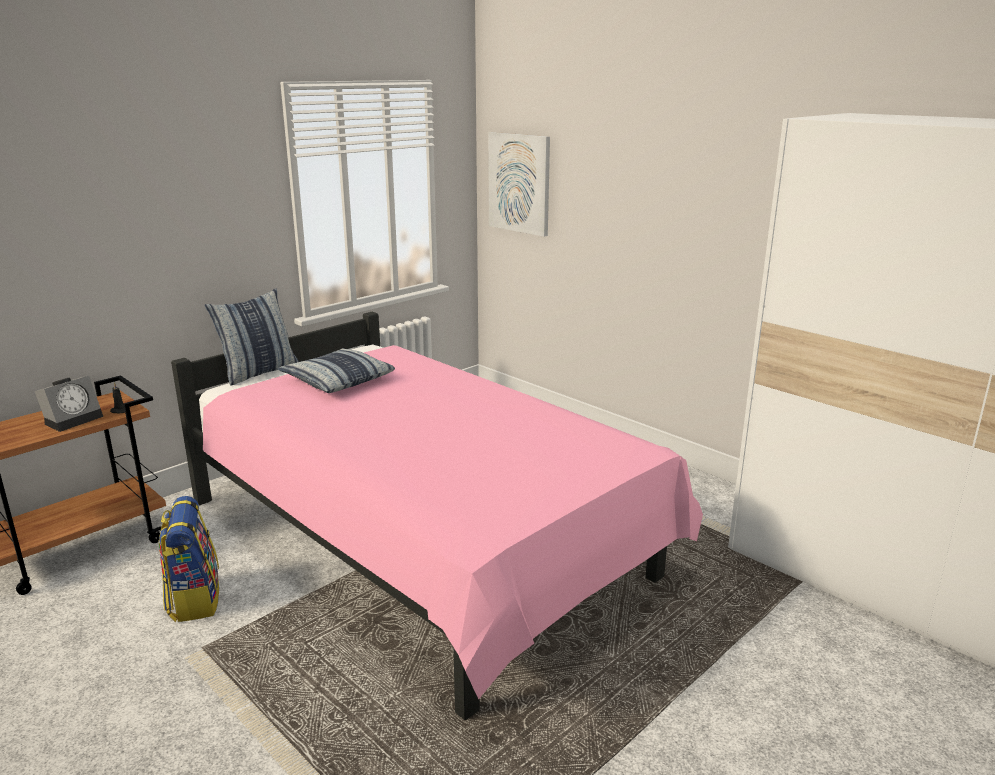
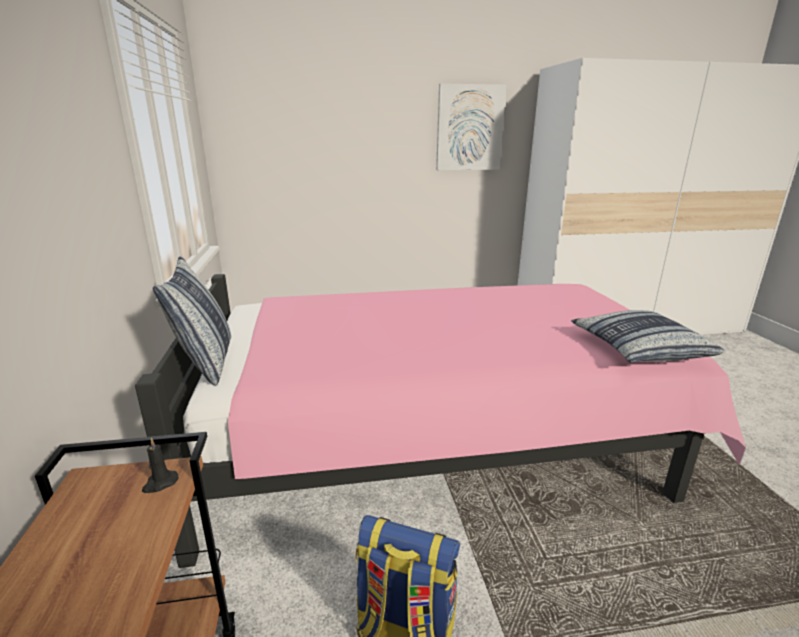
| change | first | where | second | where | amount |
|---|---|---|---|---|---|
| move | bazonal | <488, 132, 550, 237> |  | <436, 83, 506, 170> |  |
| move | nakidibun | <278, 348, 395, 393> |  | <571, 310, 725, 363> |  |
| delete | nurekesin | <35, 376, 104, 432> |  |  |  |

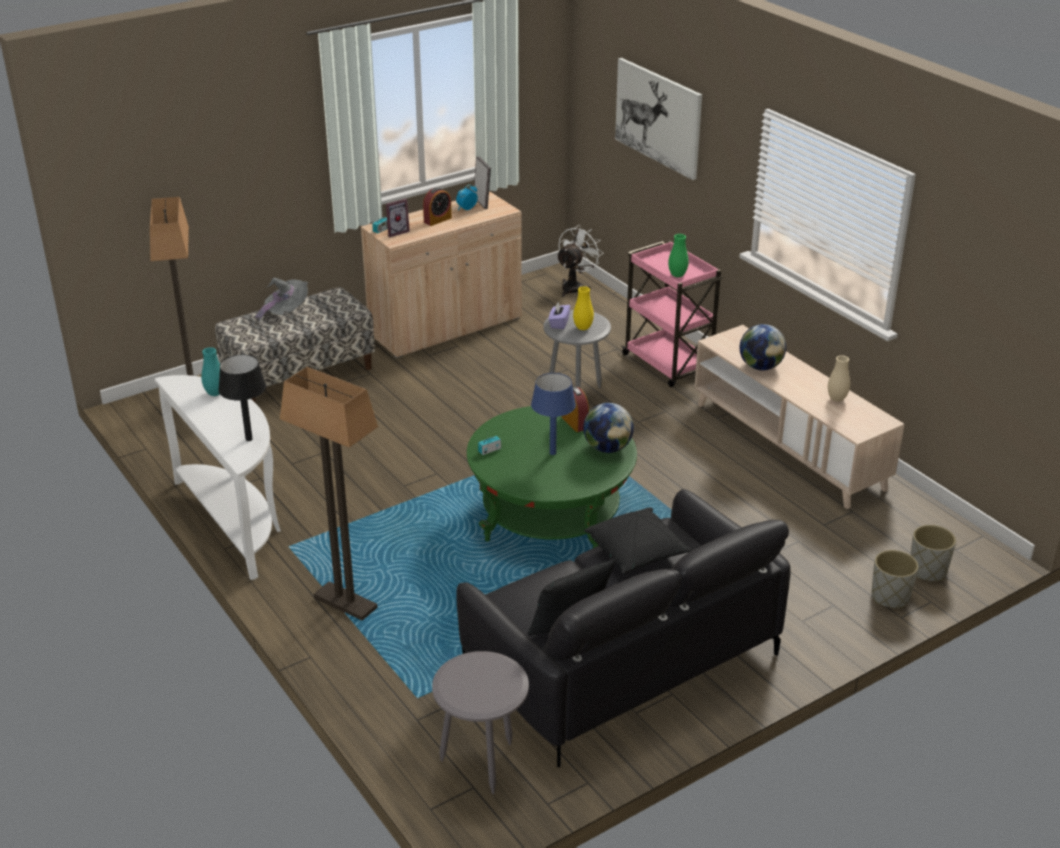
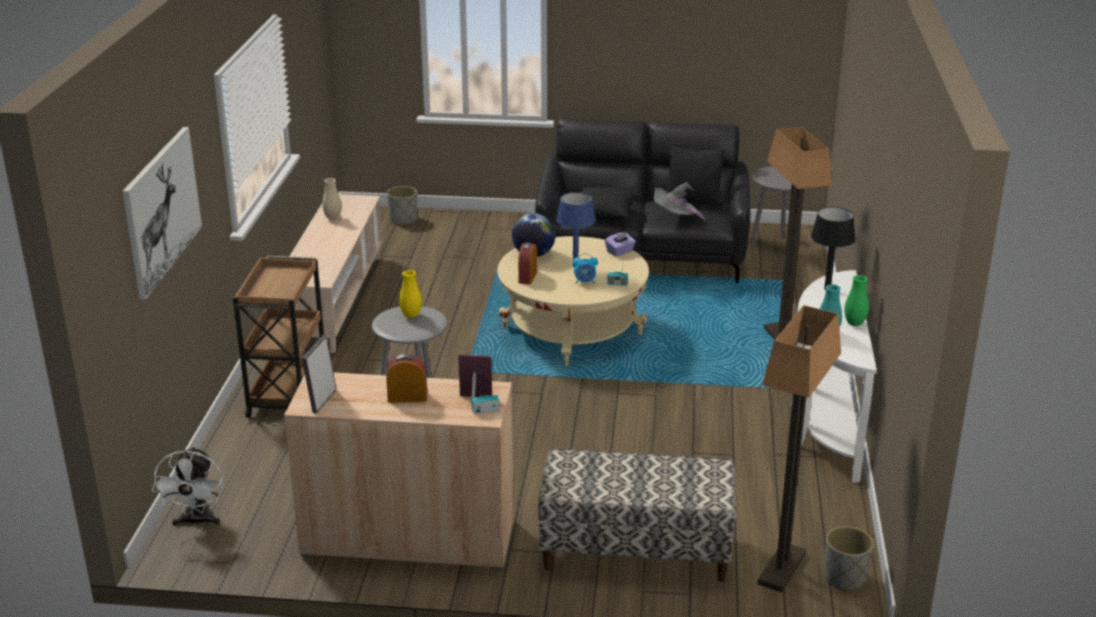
| change | first | where | second | where | amount |
|---|---|---|---|---|---|
| rotate | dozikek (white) | <557, 225, 603, 297> |  | <152, 446, 224, 527> | 75 degrees counterclockwise |
| recolor | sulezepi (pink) | <621, 241, 723, 387> | sulezepi (brown) | <233, 256, 324, 418> |  |
| recolor | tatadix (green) | <467, 406, 637, 548> | tatadix (beige) | <497, 236, 649, 366> |  |
| move | nurekesin | <456, 185, 478, 210> |  | <573, 253, 598, 284> |  |
| move | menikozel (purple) | <548, 302, 570, 329> |  | <605, 232, 636, 256> |  |
| move | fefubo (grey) | <256, 278, 308, 322> |  | <654, 182, 705, 222> |  |
| move | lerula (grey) | <872, 550, 919, 608> |  | <824, 526, 874, 591> |  |
| move | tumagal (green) | <668, 234, 689, 277> |  | <844, 275, 869, 326> |  |
| delete | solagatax | <740, 324, 786, 370> |  |  |  |

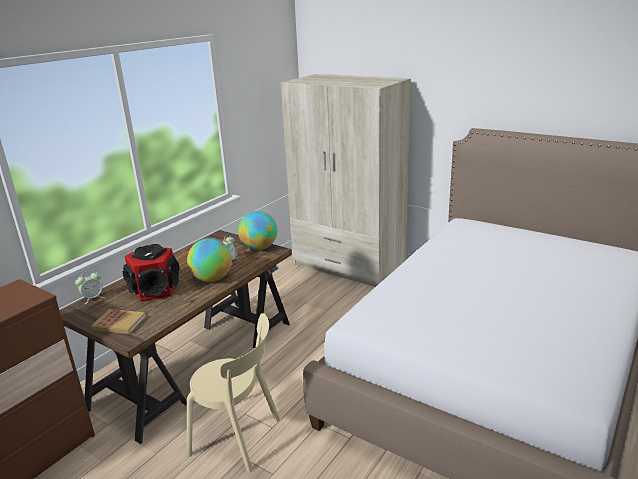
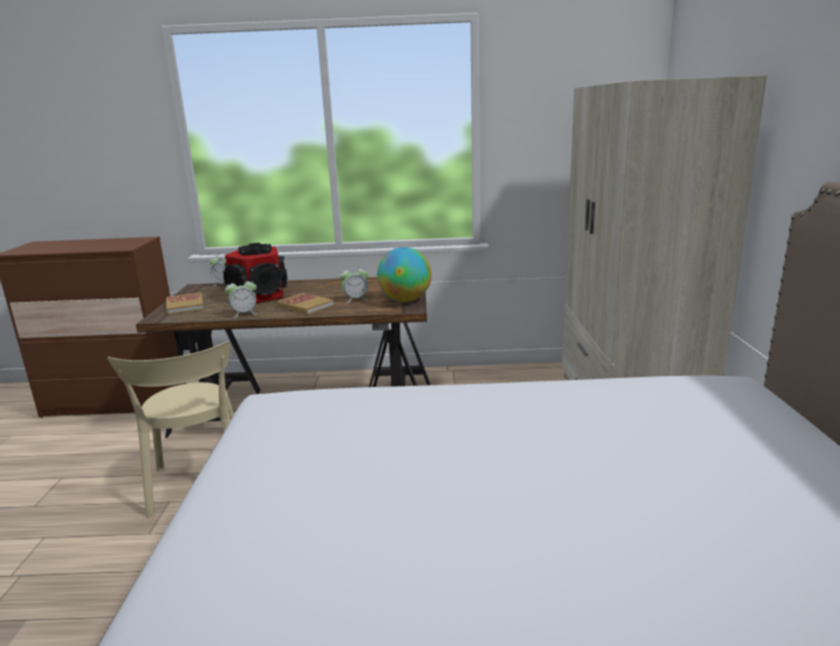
| change | first | where | second | where | amount |
|---|---|---|---|---|---|
| insert |  |  | nurekesin | <225, 277, 257, 318> |  |
| replace | solagatax | <187, 238, 232, 282> | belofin | <277, 293, 334, 315> |  |

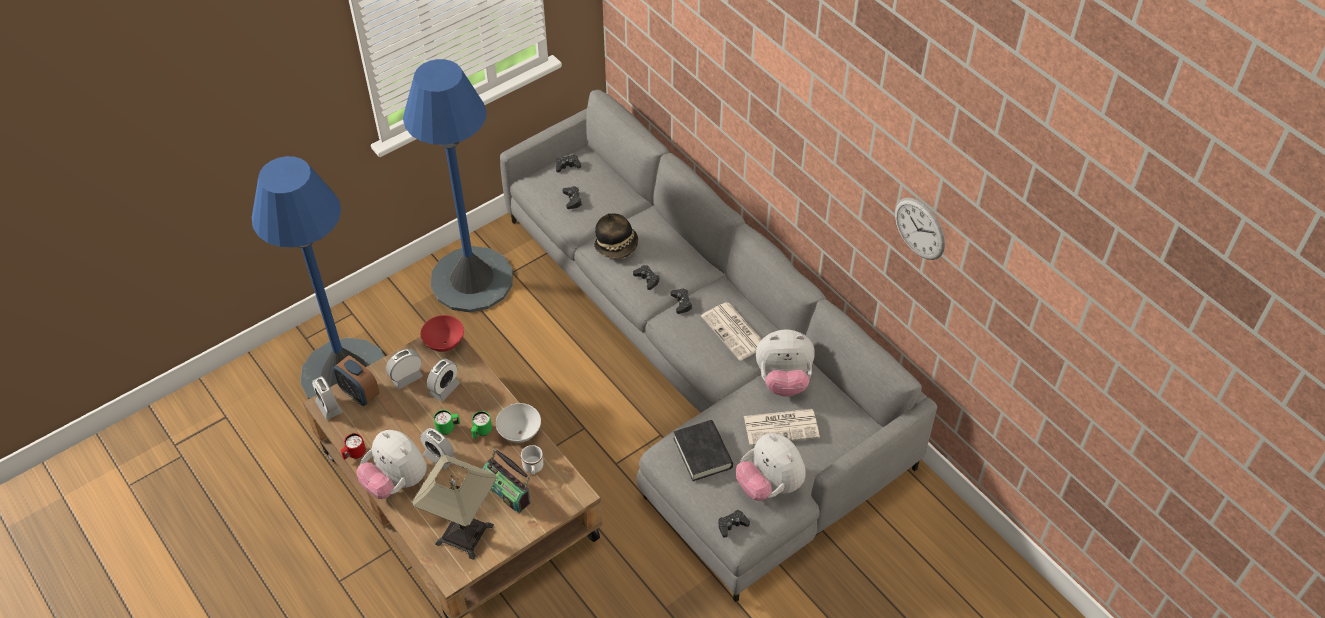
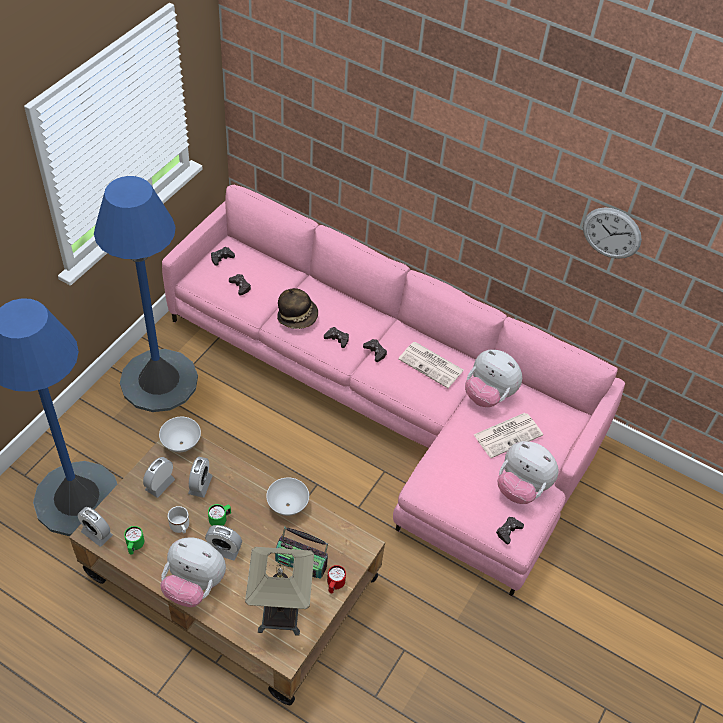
| change | first | where | second | where | amount |
|---|---|---|---|---|---|
| move | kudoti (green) | <471, 411, 492, 439> |  | <124, 526, 144, 554> |  |
| recolor | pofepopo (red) | <421, 315, 464, 352> | pofepopo (white) | <159, 417, 201, 452> |  |
| recolor | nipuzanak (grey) | <500, 90, 937, 602> | nipuzanak (pink) | <162, 185, 625, 596> |  |
| move | kudoti (white) | <521, 445, 543, 475> |  | <168, 506, 189, 533> |  |
| move | kudoti (red) | <340, 433, 366, 460> |  | <327, 565, 346, 593> |  |
| rotate | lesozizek | <756, 329, 815, 397> |  | <465, 350, 522, 407> | 60 degrees clockwise |
| delete | nurekesin | <333, 355, 379, 406> |  |  |  |
| delete | belofin (black) | <674, 420, 733, 481> |  |  |  |

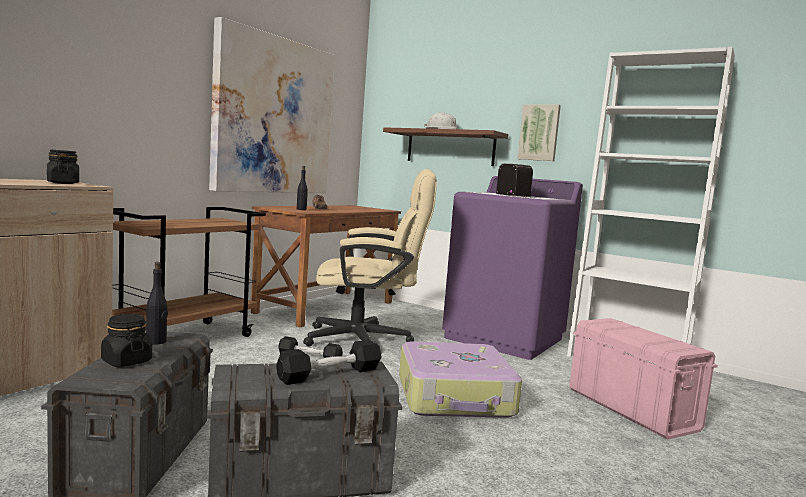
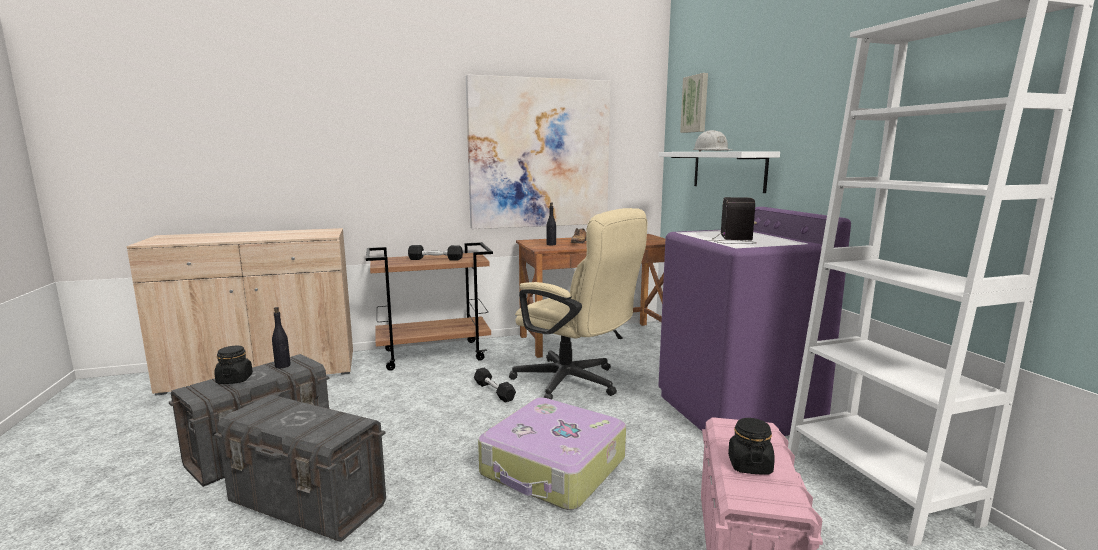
| change | first | where | second | where | amount |
|---|---|---|---|---|---|
| move | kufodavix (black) | <276, 340, 382, 385> |  | <408, 245, 463, 261> |  |
| recolor | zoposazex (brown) | <383, 127, 508, 166> | zoposazex (white) | <659, 152, 780, 193> |  |
| move | bazonal | <518, 105, 561, 161> |  | <680, 73, 708, 133> |  |
| move | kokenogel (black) | <47, 150, 79, 184> |  | <728, 418, 775, 474> |  |

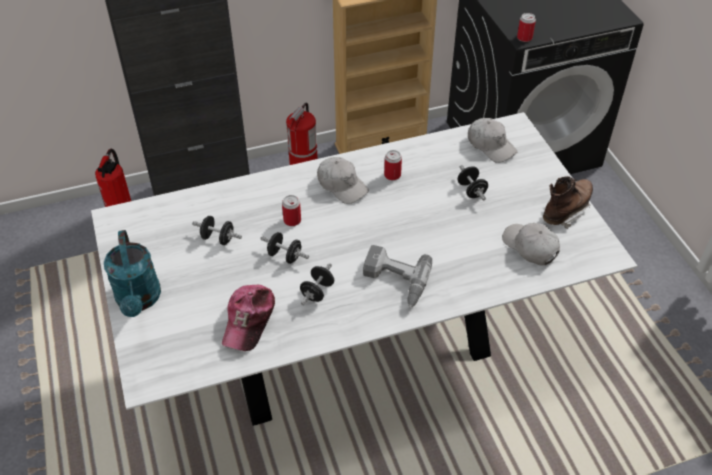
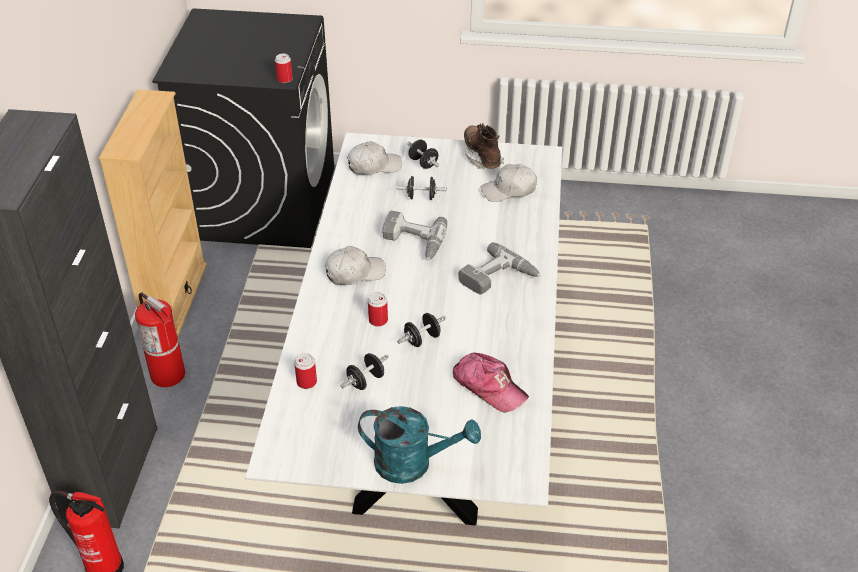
| change | first | where | second | where | amount |
|---|---|---|---|---|---|
| move | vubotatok | <384, 150, 402, 180> |  | <294, 353, 317, 389> |  |
| insert |  |  | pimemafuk | <383, 211, 447, 260> |  |
| move | kufodavix (black) | <300, 263, 334, 305> |  | <407, 140, 439, 169> |  |

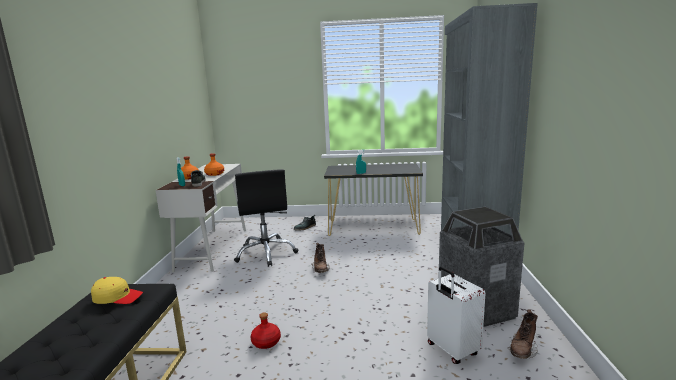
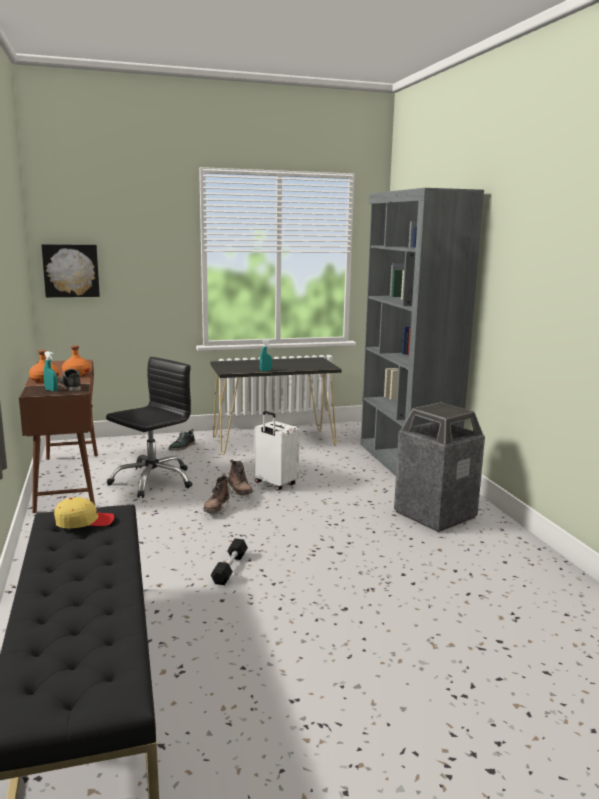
| change | first | where | second | where | amount |
|---|---|---|---|---|---|
| recolor | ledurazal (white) | <155, 164, 246, 272> | ledurazal (brown) | <19, 360, 98, 513> |  |
| insert |  |  | bazonal | <41, 244, 100, 297> |  |
| rotate | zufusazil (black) | <234, 169, 298, 267> |  | <106, 357, 192, 498> | 105 degrees counterclockwise |
| move | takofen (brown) | <508, 310, 538, 359> |  | <203, 474, 230, 514> |  |
| replace | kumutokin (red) | <251, 312, 281, 349> | kufodavix (black) | <211, 538, 248, 585> |  |
| move | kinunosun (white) | <427, 266, 486, 364> |  | <255, 411, 299, 491> |  |

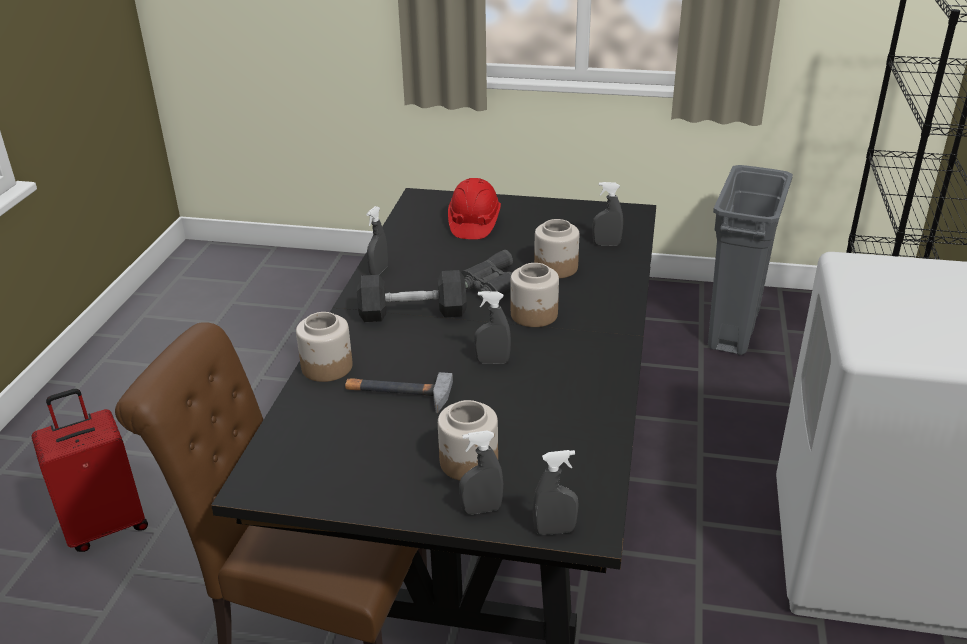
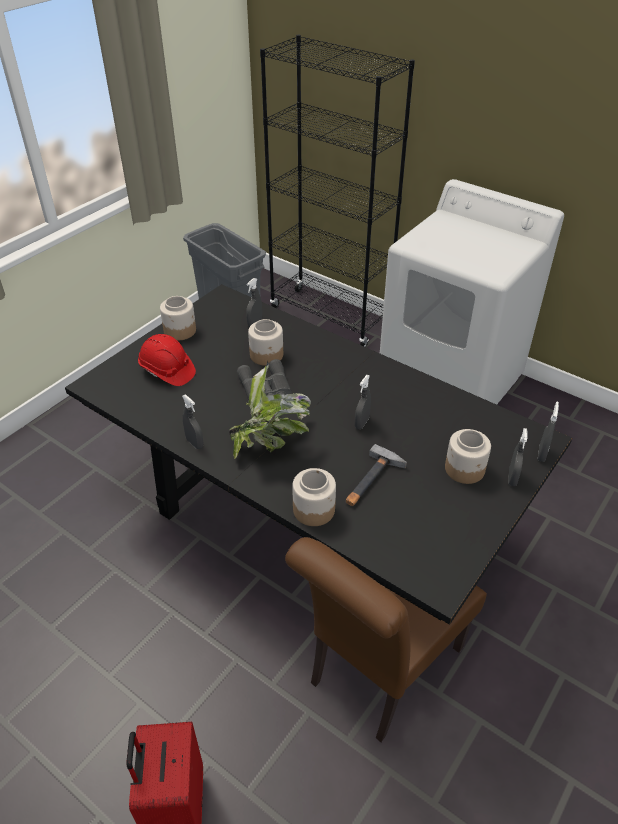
| change | first | where | second | where | amount |
|---|---|---|---|---|---|
| move | kokenogel | <511, 263, 559, 327> |  | <160, 296, 196, 340> |  |
| replace | kufodavix (grey) | <357, 270, 467, 322> | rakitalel | <229, 362, 311, 459> |  |

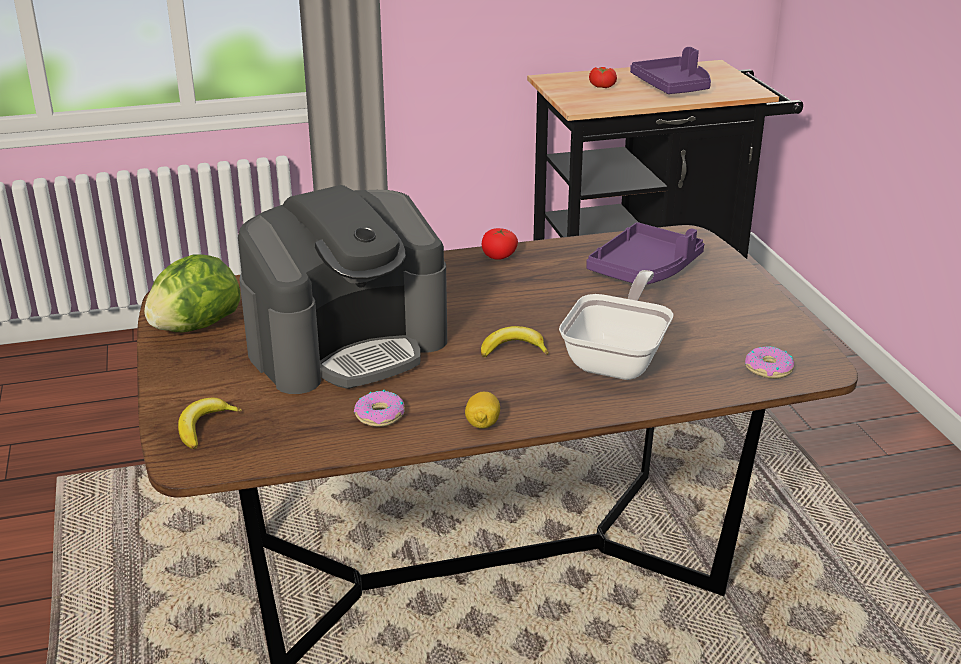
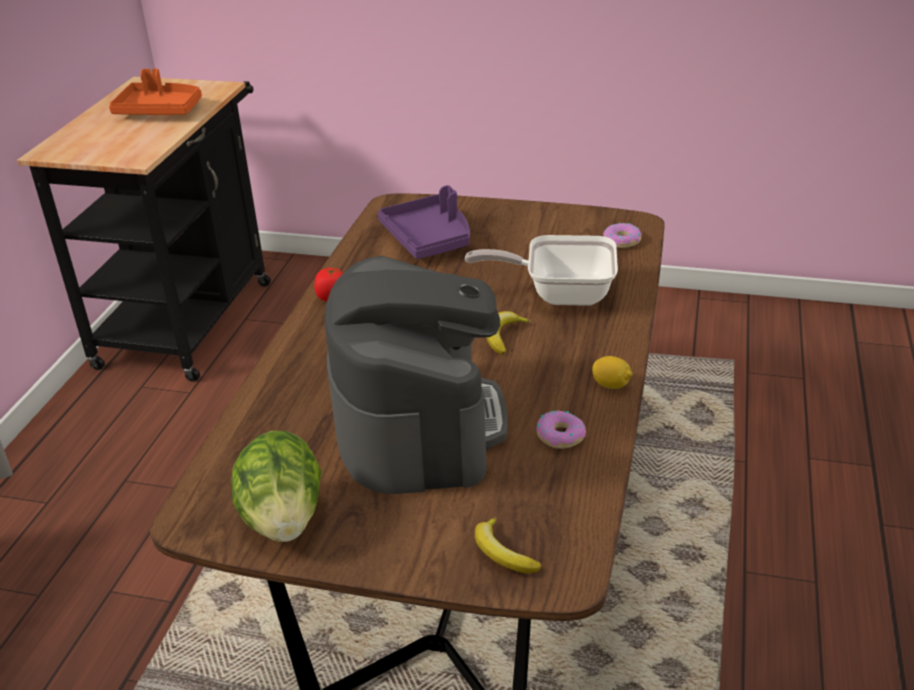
| change | first | where | second | where | amount |
|---|---|---|---|---|---|
| recolor | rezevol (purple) | <630, 47, 711, 94> | rezevol (orange) | <109, 69, 202, 115> |  |
| rotate | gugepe | <559, 270, 673, 380> |  | <465, 235, 618, 306> | 45 degrees counterclockwise |
| delete | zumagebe | <589, 67, 617, 88> |  |  |  |

